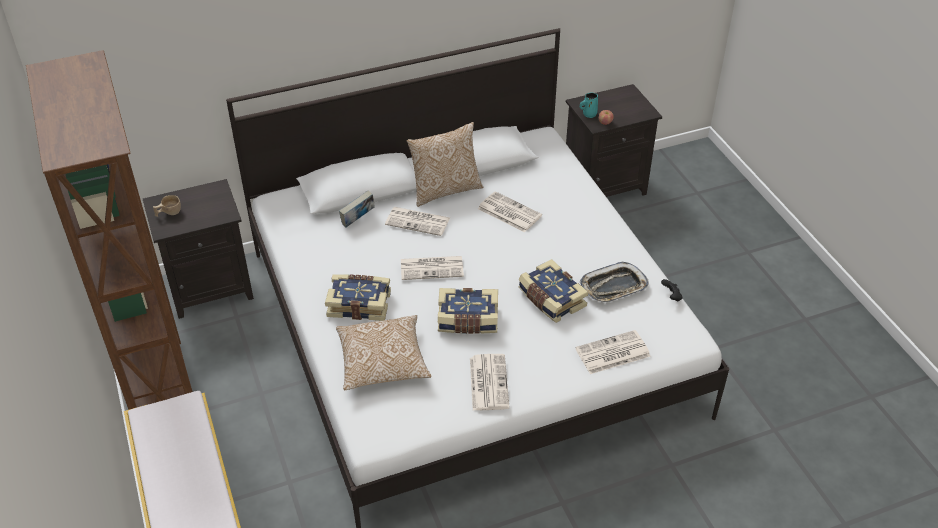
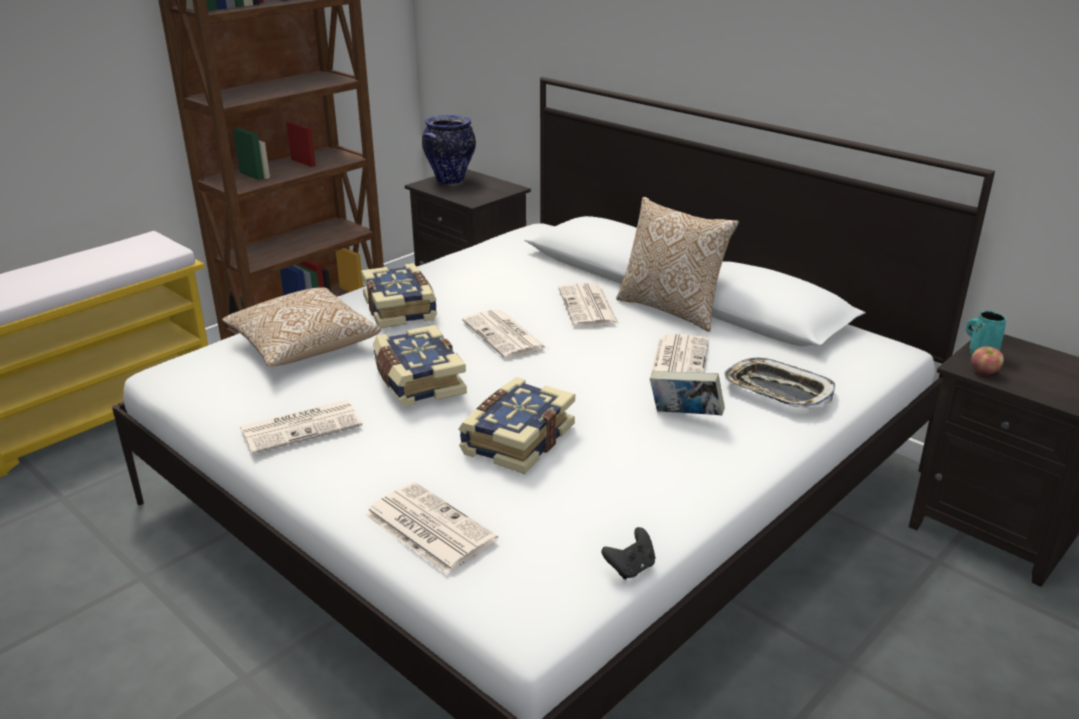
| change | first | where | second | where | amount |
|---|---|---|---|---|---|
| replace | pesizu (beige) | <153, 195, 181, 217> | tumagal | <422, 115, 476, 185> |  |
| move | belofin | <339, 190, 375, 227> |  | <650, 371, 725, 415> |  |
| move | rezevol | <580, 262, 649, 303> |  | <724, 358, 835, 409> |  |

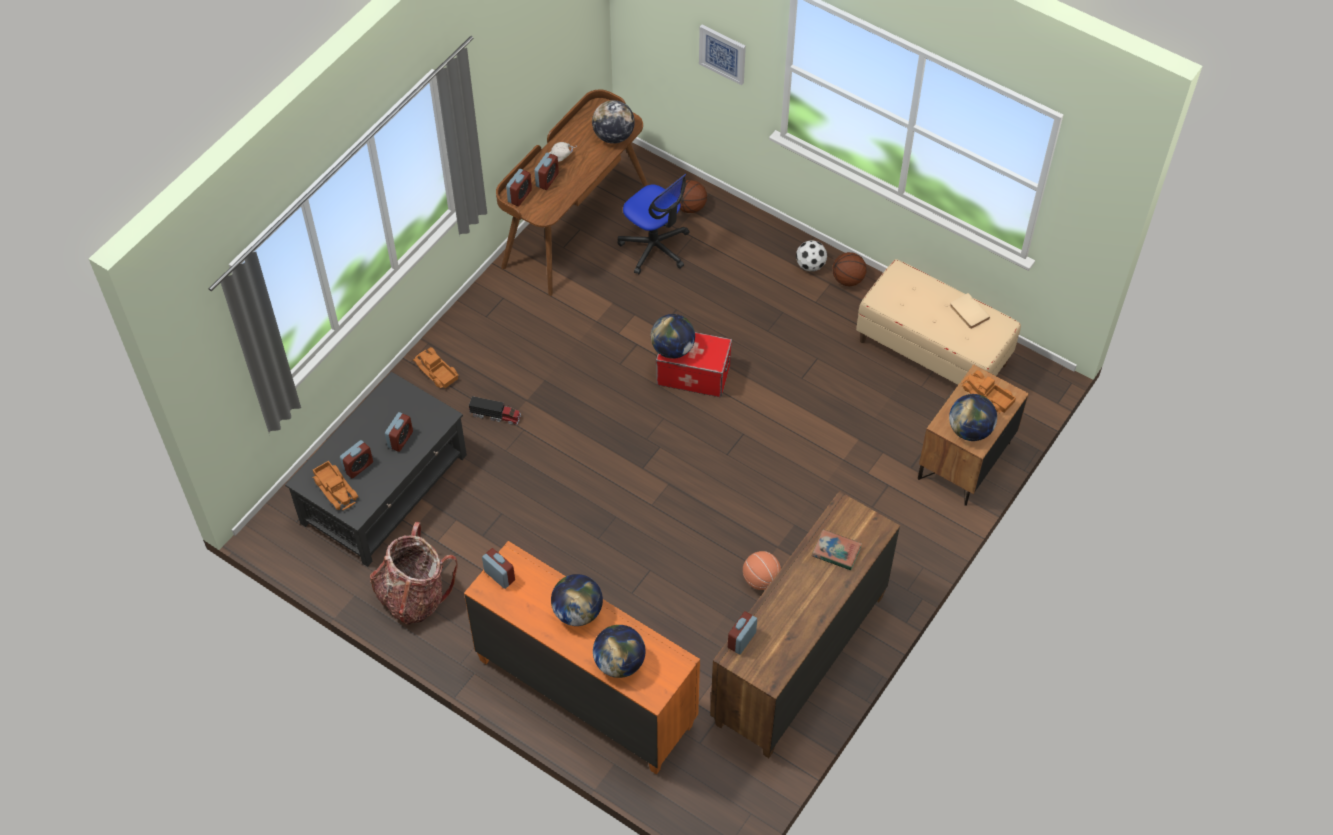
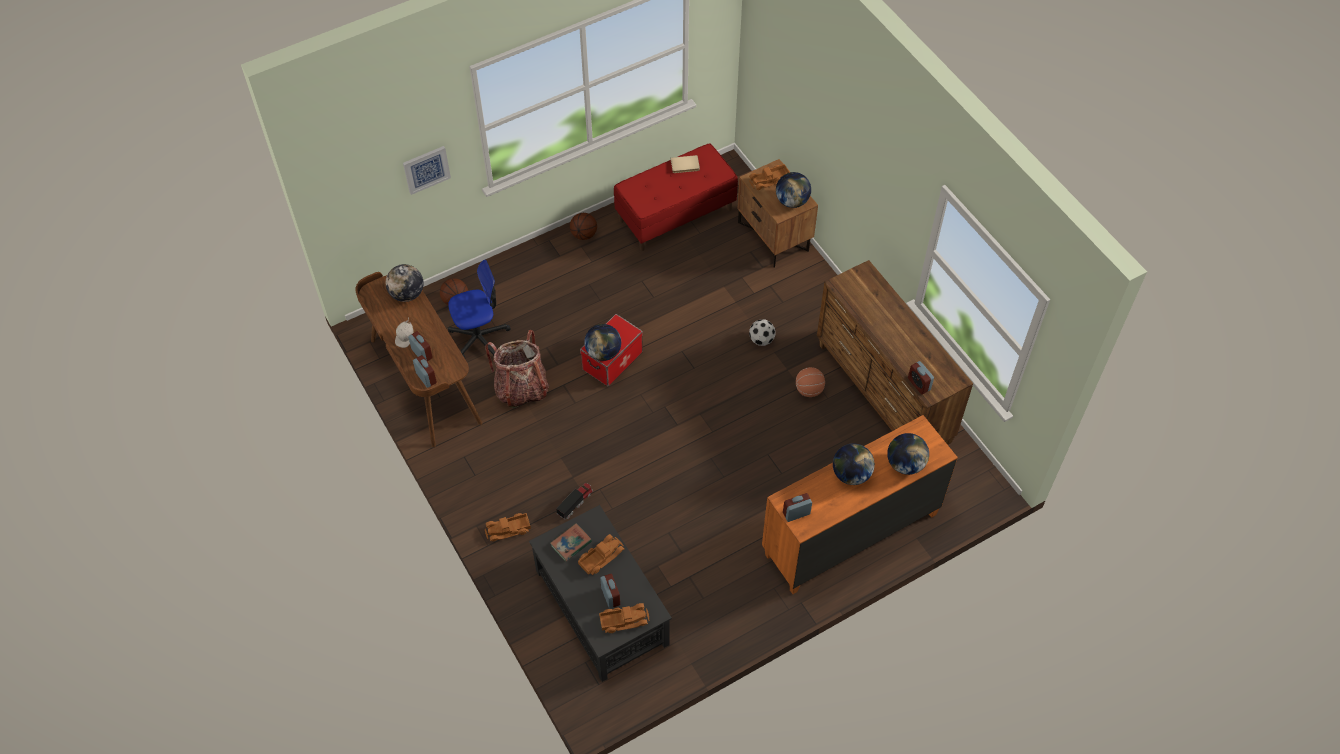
| change | first | where | second | where | amount |
|---|---|---|---|---|---|
| move | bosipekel | <370, 522, 458, 625> |  | <485, 330, 549, 409> |  |
| move | belofin | <812, 529, 862, 570> |  | <550, 523, 592, 562> |  |
| replace | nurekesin | <385, 412, 413, 452> | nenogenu | <578, 534, 625, 575> |  |
| recolor | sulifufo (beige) | <856, 259, 1021, 385> | sulifufo (red) | <614, 143, 738, 251> |  |
| move | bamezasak | <796, 240, 827, 272> |  | <749, 319, 776, 346> |  |

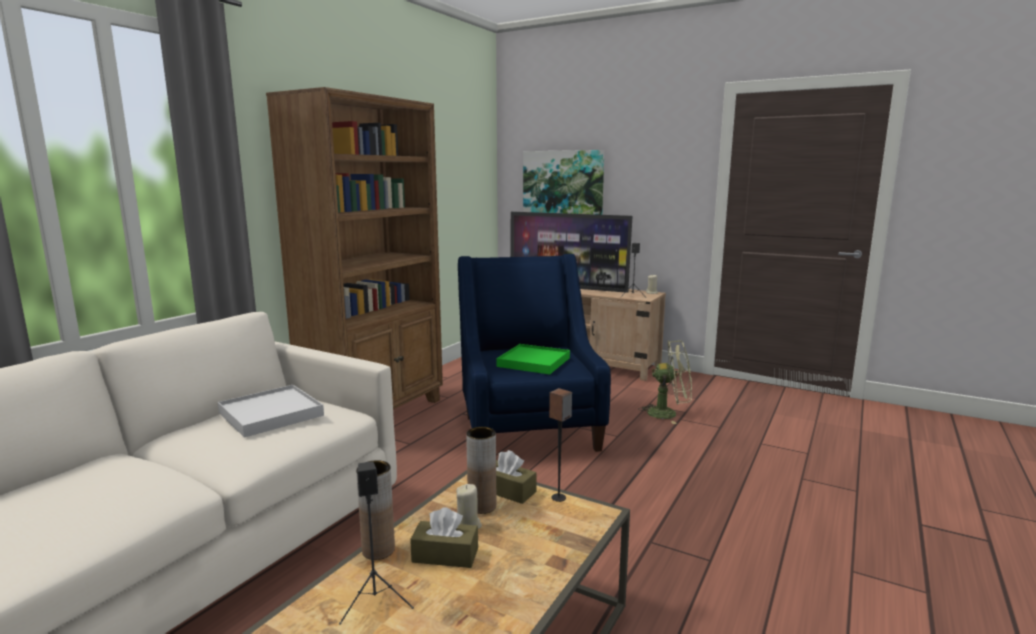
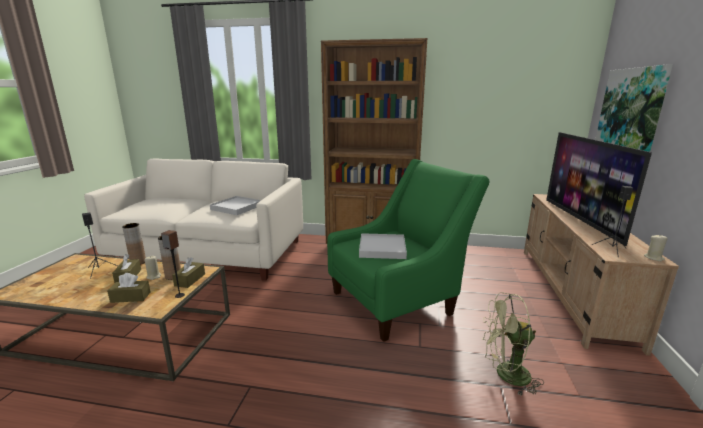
| change | first | where | second | where | amount |
|---|---|---|---|---|---|
| insert |  |  | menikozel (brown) | <107, 273, 150, 303> |  |
| recolor | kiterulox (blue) | <458, 254, 611, 452> | kiterulox (green) | <327, 159, 490, 342> |  |
| recolor | rezevol (green) | <497, 344, 570, 374> | rezevol (white) | <359, 233, 407, 259> |  |
| rotate | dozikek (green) | <638, 340, 692, 424> |  | <482, 292, 544, 396> | 105 degrees clockwise |

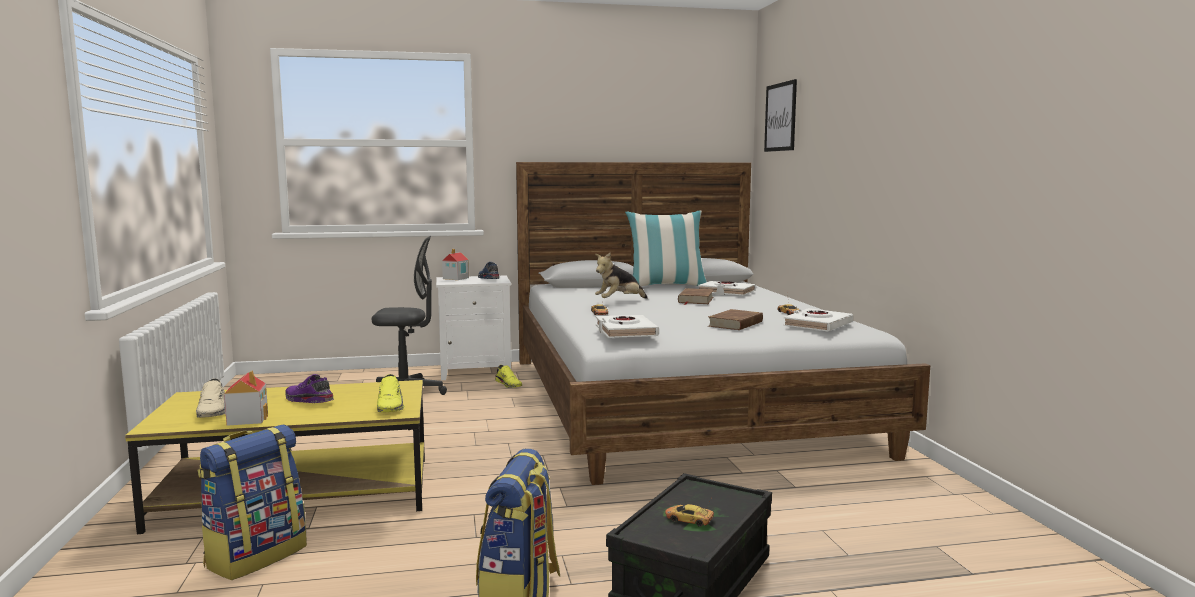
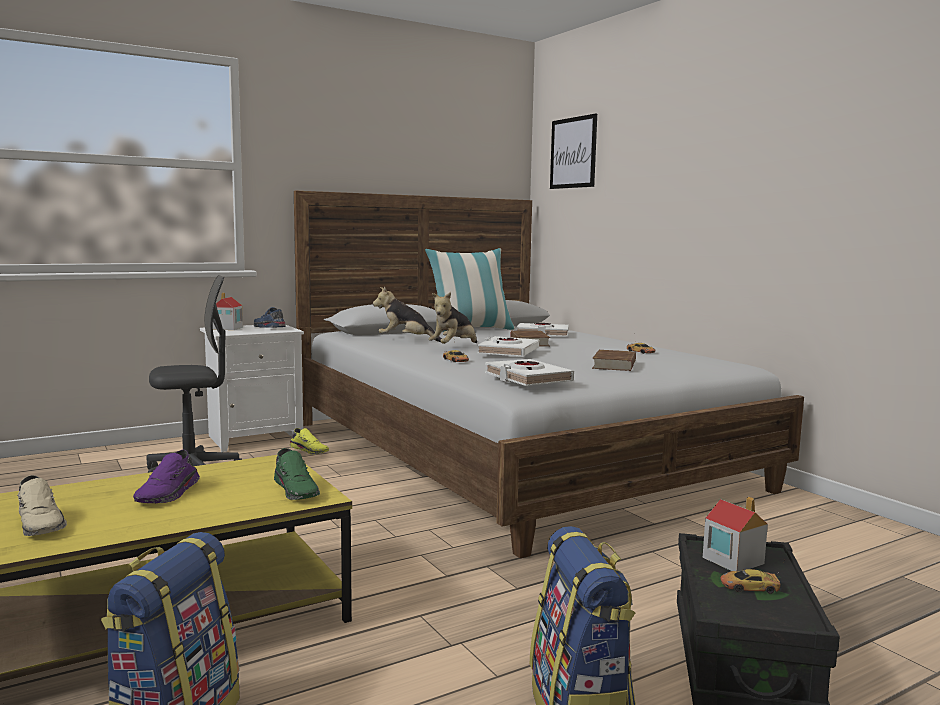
| change | first | where | second | where | amount |
|---|---|---|---|---|---|
| rotate | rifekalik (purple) | <286, 374, 334, 403> |  | <133, 450, 200, 503> | 90 degrees counterclockwise |
| recolor | rifekalik (yellow) | <377, 374, 405, 412> | rifekalik (green) | <274, 448, 320, 500> |  |
| insert |  |  | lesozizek | <373, 287, 442, 342> |  |
| move | belofin (white) | <783, 308, 853, 331> |  | <477, 336, 539, 357> |  |
| move | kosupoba | <224, 370, 268, 426> |  | <703, 497, 768, 572> |  |

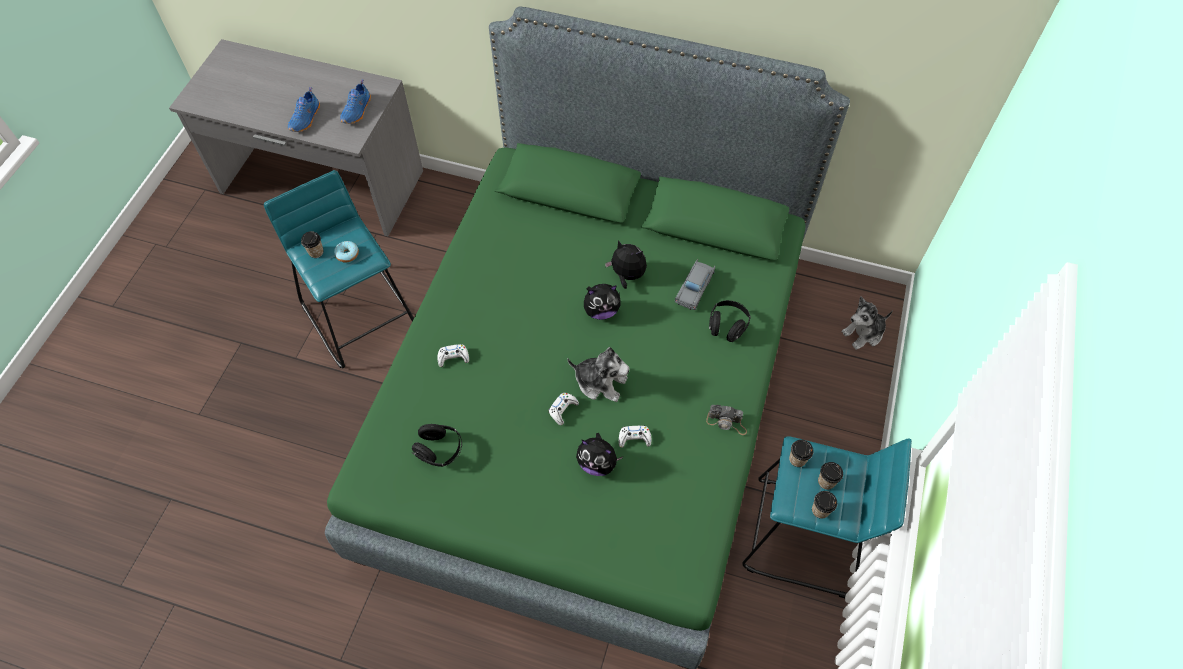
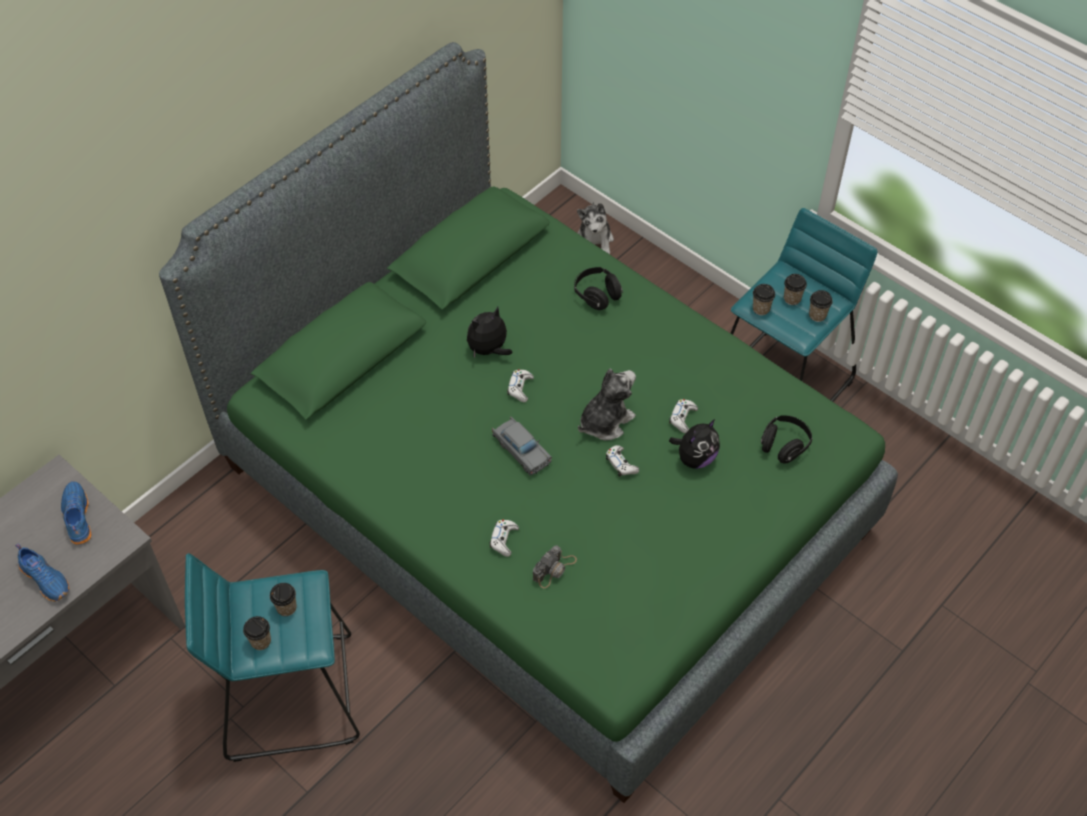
| change | first | where | second | where | amount |
|---|---|---|---|---|---|
| rotate | rifekalik (blue) | <340, 79, 371, 124> |  | <61, 481, 91, 545> | 150 degrees counterclockwise |
| replace | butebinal | <334, 241, 359, 263> | pesizu | <270, 583, 297, 616> |  |
| move | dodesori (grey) | <675, 259, 715, 310> |  | <492, 416, 552, 475> |  |
| replace | lesozizek | <584, 284, 621, 320> | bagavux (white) | <507, 369, 534, 402> |  |
| move | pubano | <706, 405, 747, 435> |  | <533, 545, 577, 588> |  |
| move | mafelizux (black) | <412, 424, 462, 467> |  | <761, 415, 812, 464> |  |

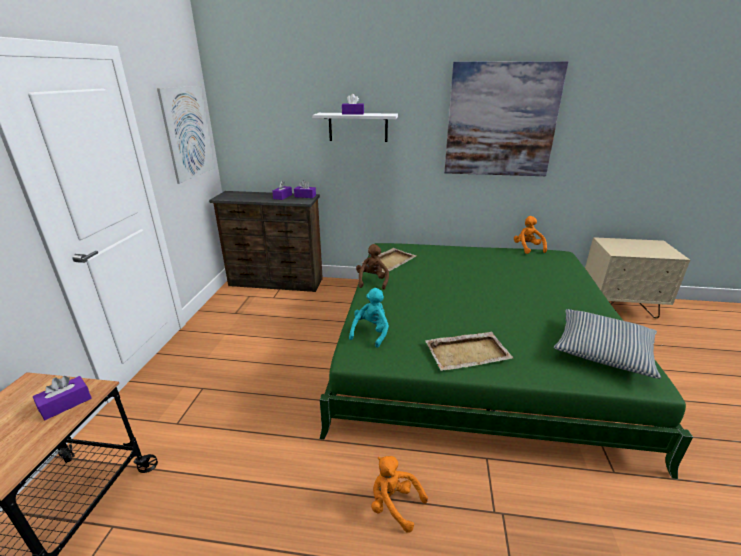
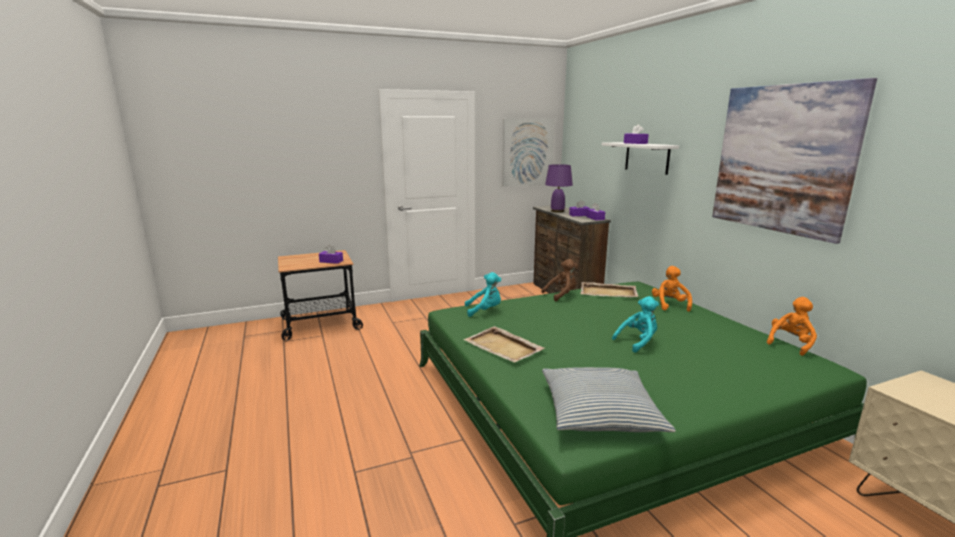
| change | first | where | second | where | amount |
|---|---|---|---|---|---|
| insert |  |  | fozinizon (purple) | <545, 164, 573, 213> |  |
| insert |  |  | lesozizek (turquoise) | <612, 296, 659, 353> |  |
| move | lesozizek (orange) | <371, 456, 428, 533> |  | <652, 266, 692, 312> |  |

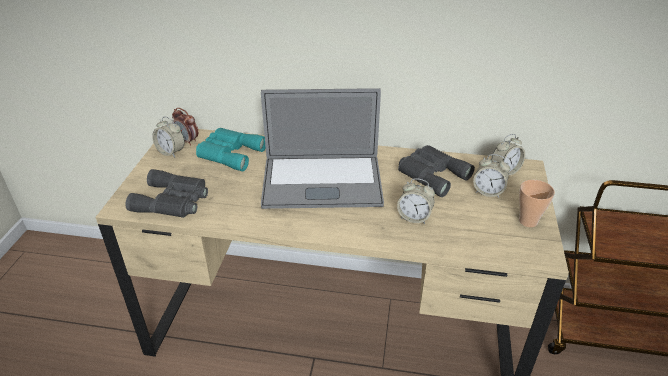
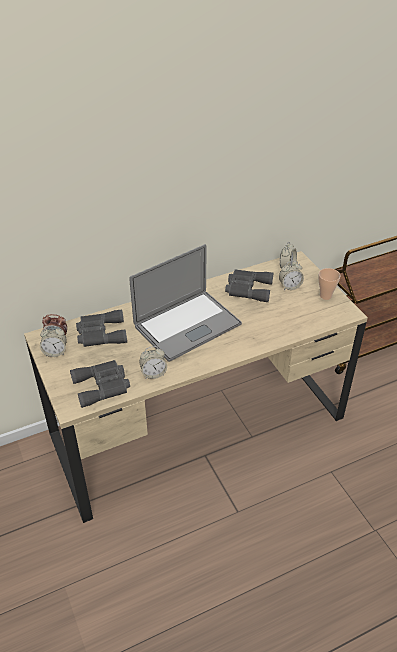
| change | first | where | second | where | amount |
|---|---|---|---|---|---|
| recolor | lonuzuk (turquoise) | <196, 128, 266, 171> | lonuzuk (grey) | <76, 309, 127, 347> |  |
| move | nurekesin | <397, 179, 435, 224> |  | <139, 346, 167, 379> |  |

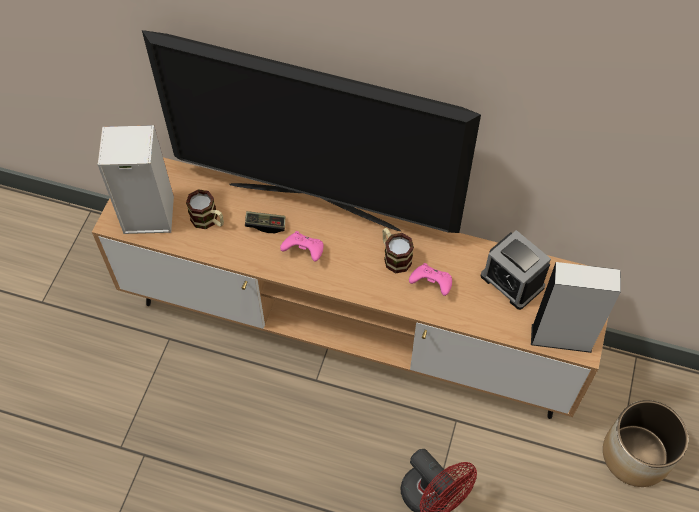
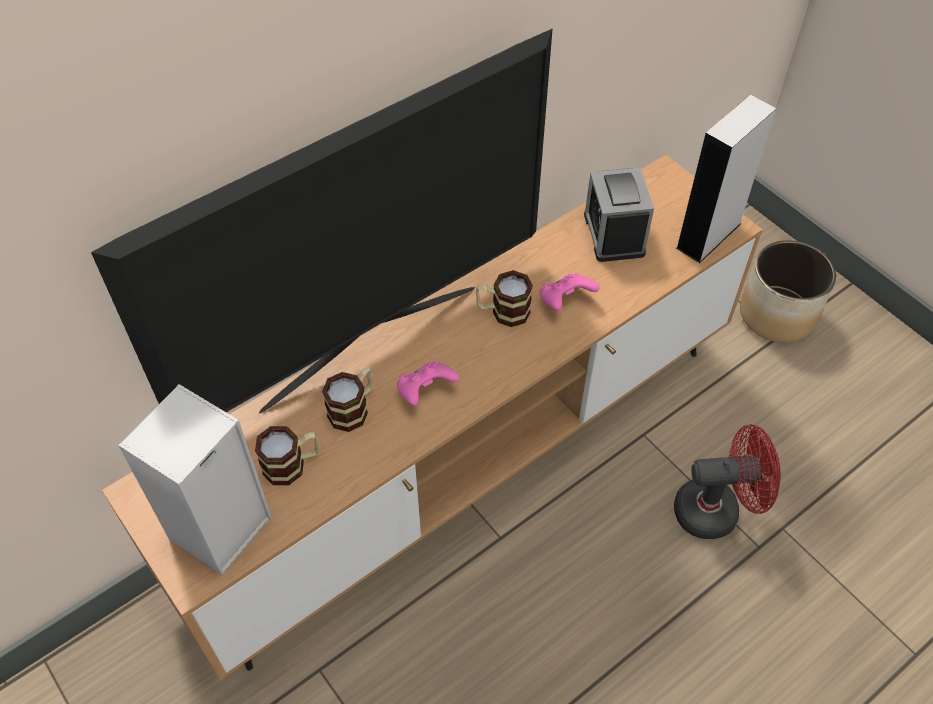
| change | first | where | second | where | amount |
|---|---|---|---|---|---|
| replace | bagavux | <245, 211, 286, 233> | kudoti | <322, 367, 373, 432> |  |
| rotate | nurekesin | <481, 230, 551, 310> |  | <584, 167, 654, 262> | 90 degrees clockwise |

